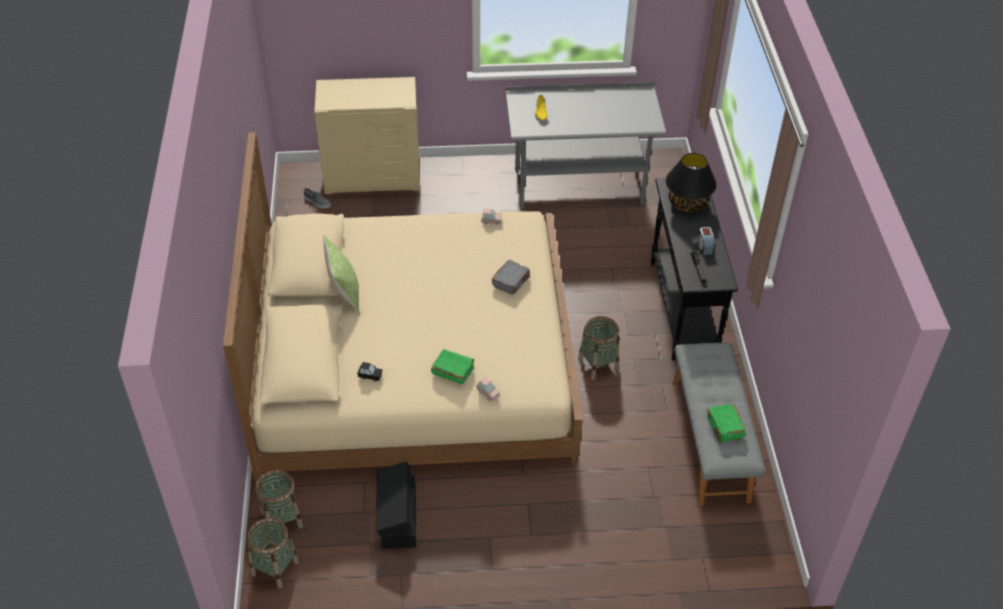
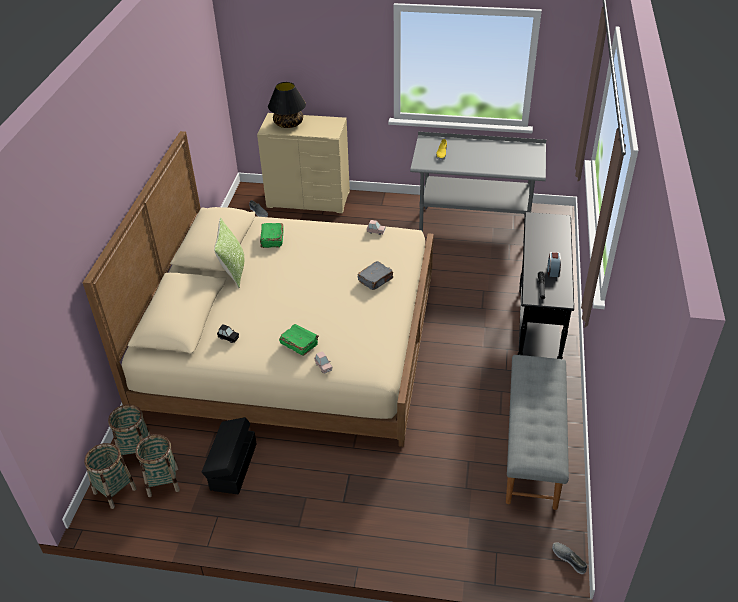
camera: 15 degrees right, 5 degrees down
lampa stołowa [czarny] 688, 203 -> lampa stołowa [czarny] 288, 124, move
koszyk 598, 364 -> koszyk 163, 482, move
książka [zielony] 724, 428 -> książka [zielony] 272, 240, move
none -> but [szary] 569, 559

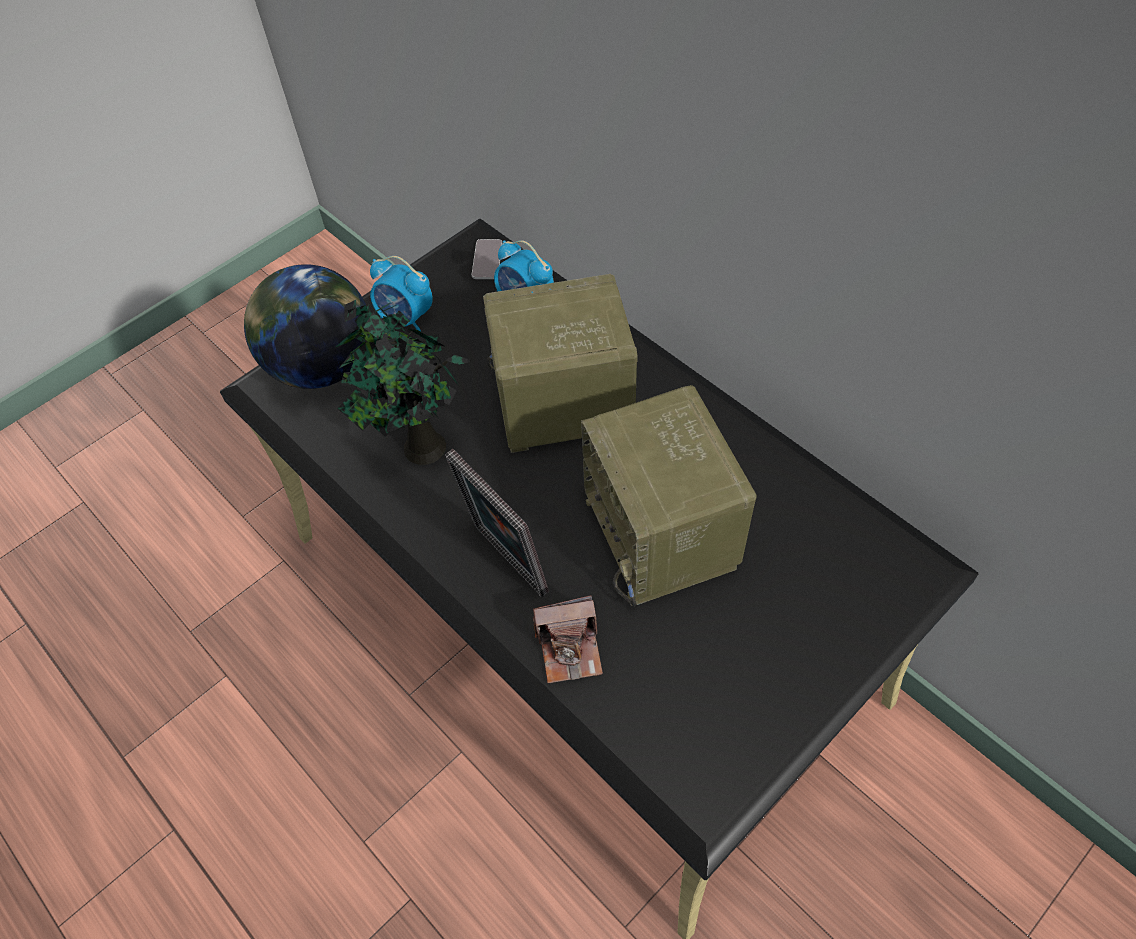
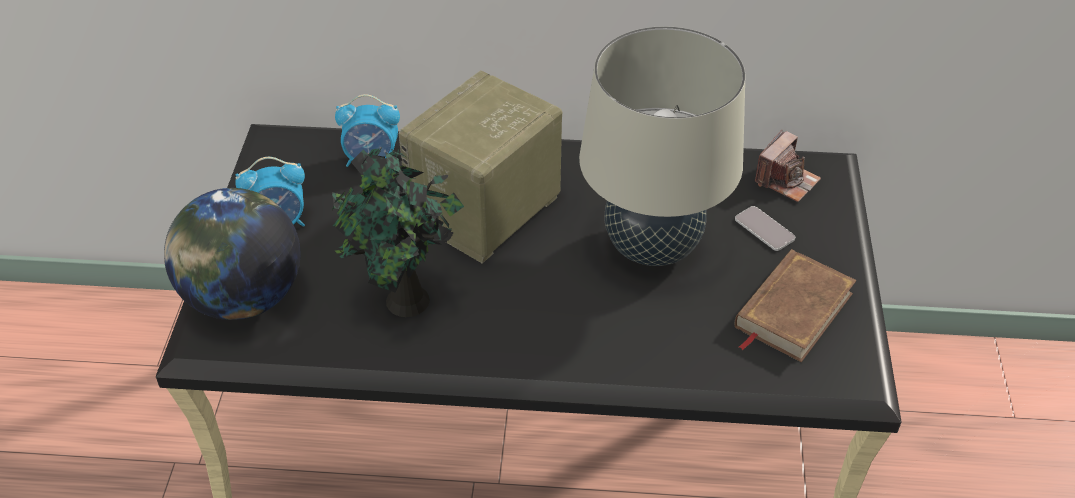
camera: 45 degrees left, 10 degrees down
telefon 487, 260 -> telefon 764, 229, move
radio 663, 534 -> lampa stołowa [beżowy] 652, 246
ramka na zdjęcie 506, 563 -> none
aparat fotograficzny 570, 649 -> aparat fotograficzny 786, 180, move
none -> książka [brązowy] 792, 310

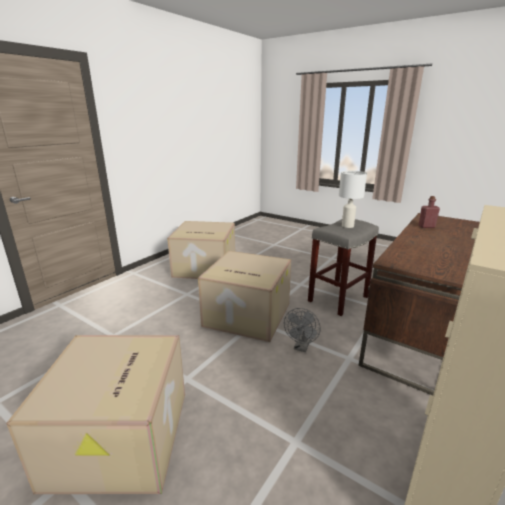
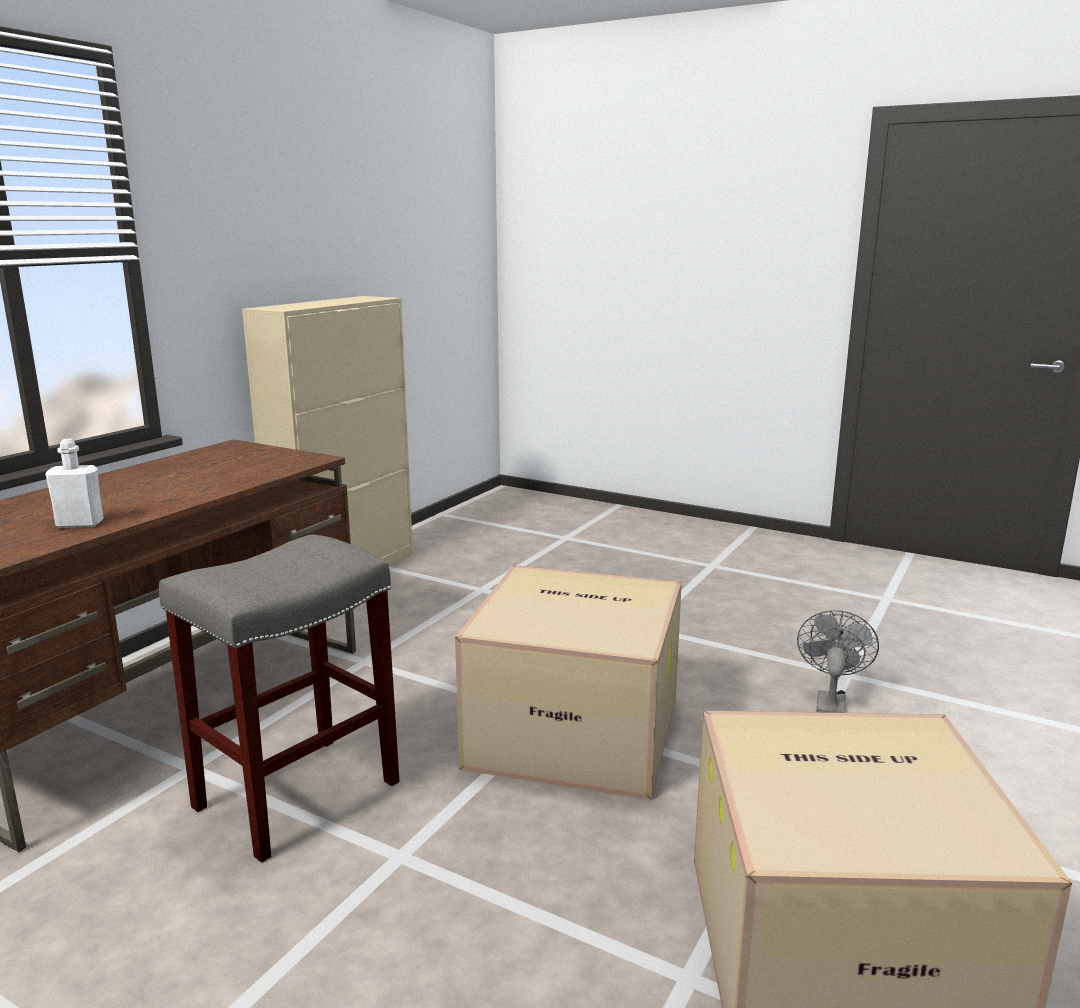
camera: 175 degrees right, 5 degrees down
lampa stołowa [biały] 347, 226 -> none
butelka [czerwony] 426, 226 -> butelka [biały] 80, 524
wentylator [szary] 301, 347 -> wentylator [szary] 830, 702, move
karton 121, 438 -> none

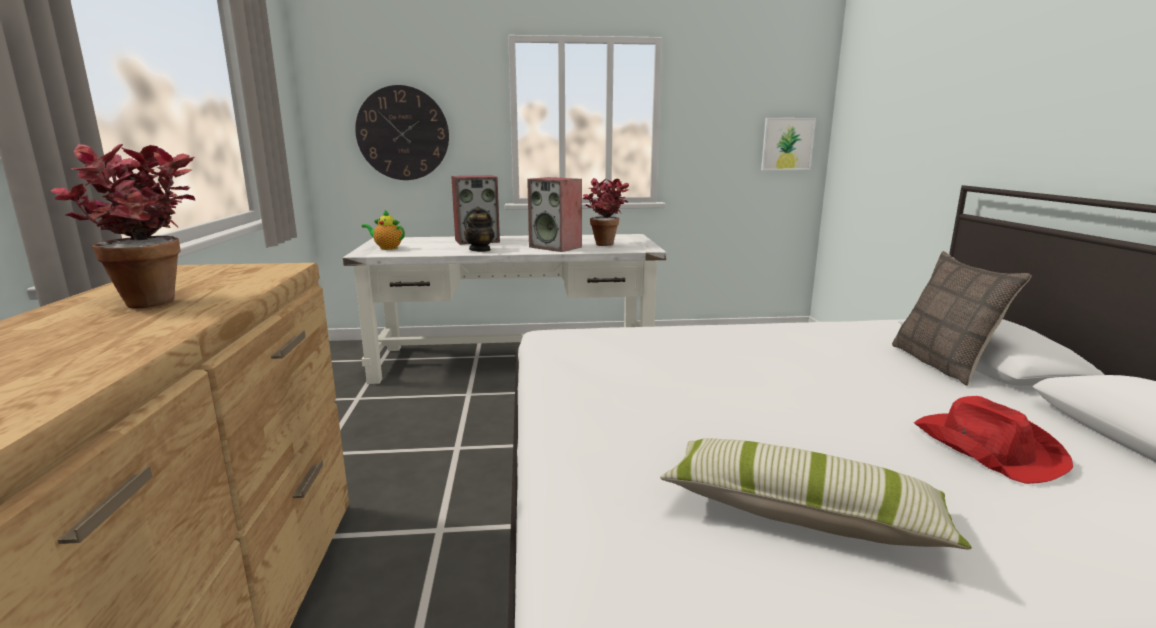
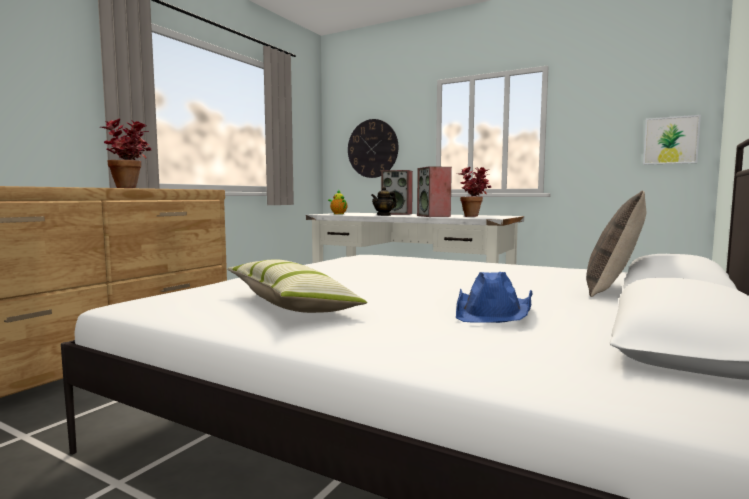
camera: 35 degrees right, 10 degrees down
kapelusz [czerwony] 985, 447 -> kapelusz [niebieski] 494, 312

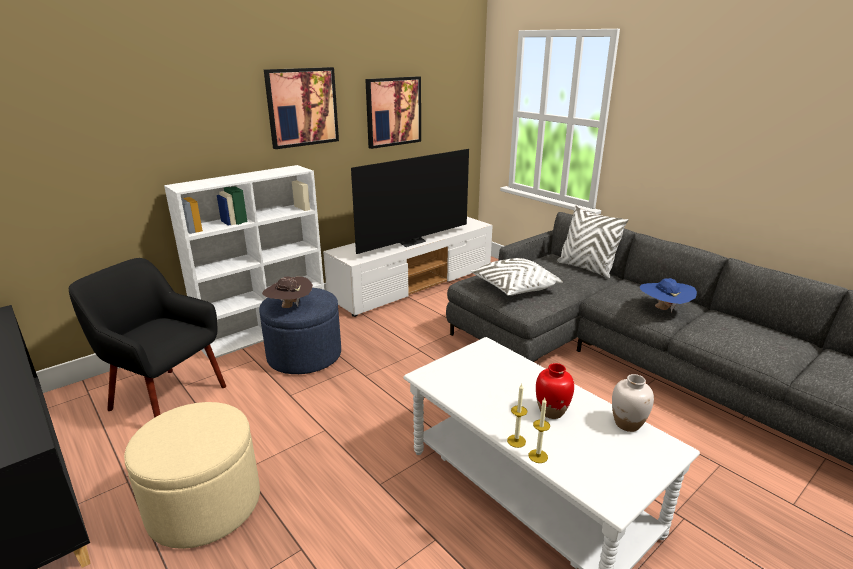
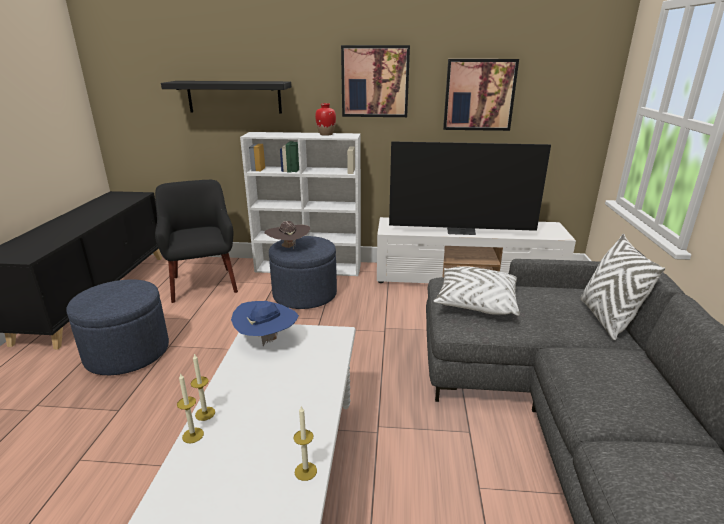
camera: 45 degrees right, 0 degrees up
kapelusz [niebieski] 663, 309 -> kapelusz [niebieski] 267, 340, move
wazon [czerwony] 551, 411 -> wazon [czerwony] 326, 134, move
wazon [biały] 627, 424 -> świeca 305, 471
pufa [beżowy] 204, 505 -> pufa [niebieski] 127, 352
none -> półka [czarny] 234, 97

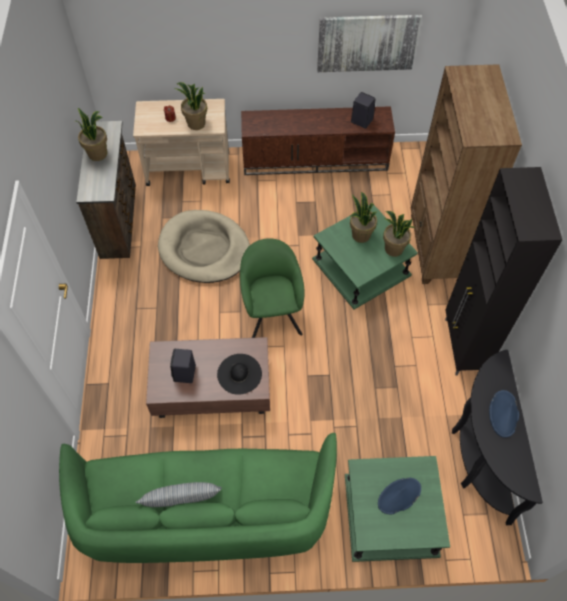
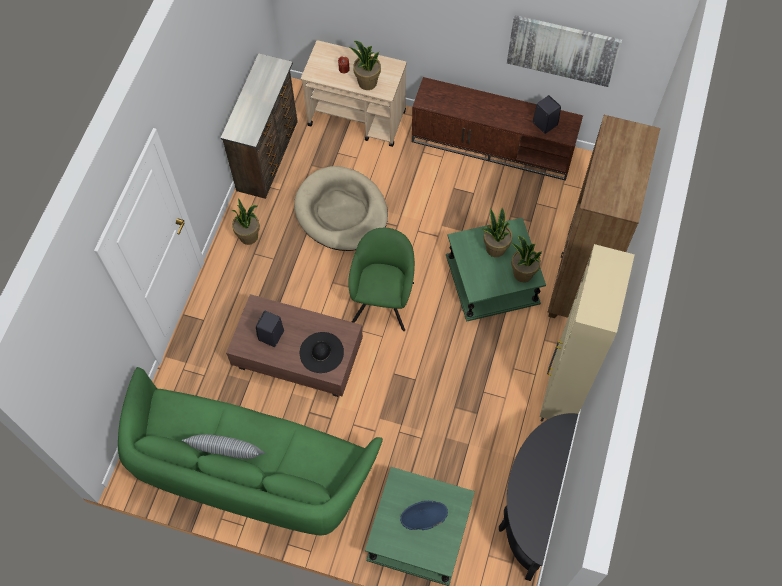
camera: 20 degrees right, 5 degrees up
roślina doniczkowa 98, 153 -> roślina doniczkowa 249, 236, move
szafka [czarny] 462, 347 -> szafka [beżowy] 561, 395
kapelusz [niebieski] 503, 414 -> none

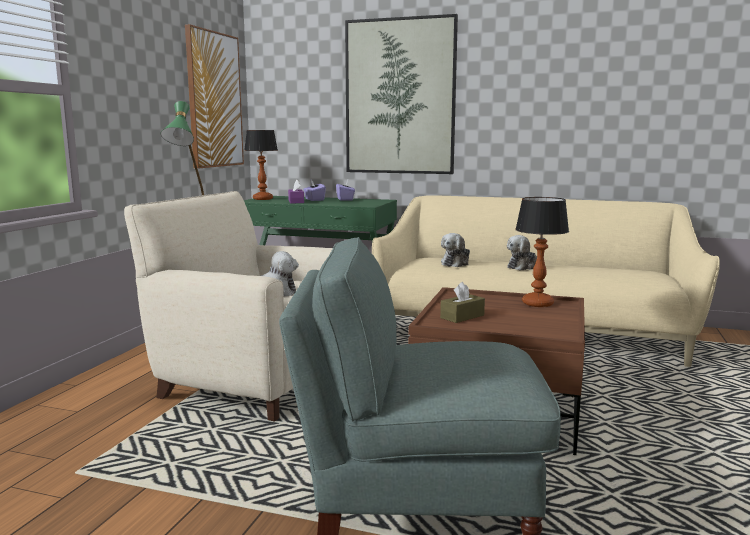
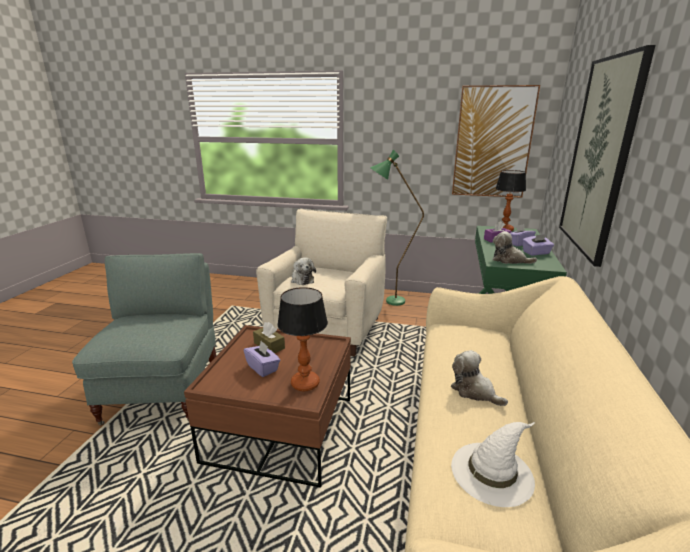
camera: 85 degrees right, 10 degrees up
pluszak 456, 263 -> pluszak 509, 260, move
none -> pudełko chusteczek [fioletowy] 263, 368
none -> kapelusz [biały] 492, 471

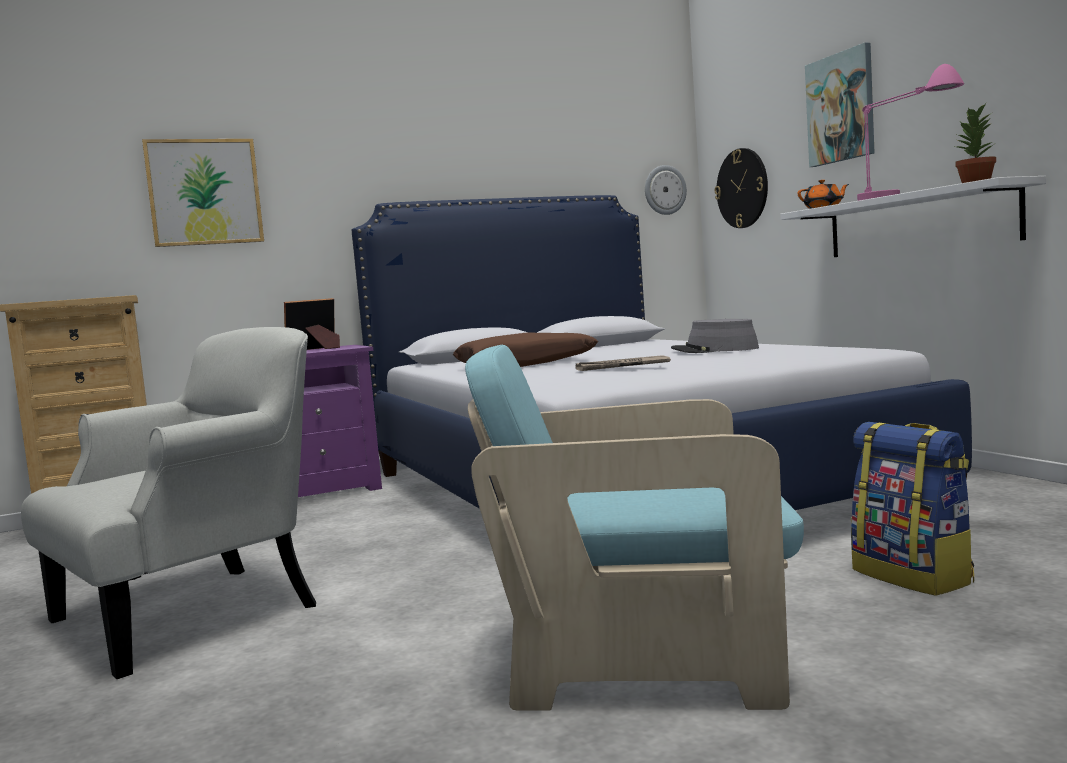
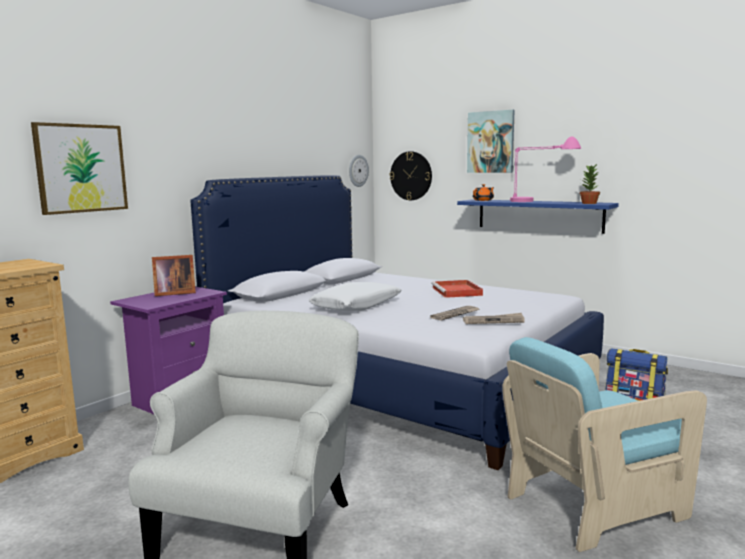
camera: 30 degrees left, 5 degrees up
półka [biały] 918, 223 -> półka [niebieski] 539, 215
ramka na zdjęcie 316, 349 -> ramka na zdjęcie 173, 293, 135 degrees counterclockwise
kapelusz [szary] 714, 350 -> taca [czerwony] 457, 291
poduszka [brązowy] 525, 364 -> poduszka [biały] 356, 306
none -> gazeta 493, 321

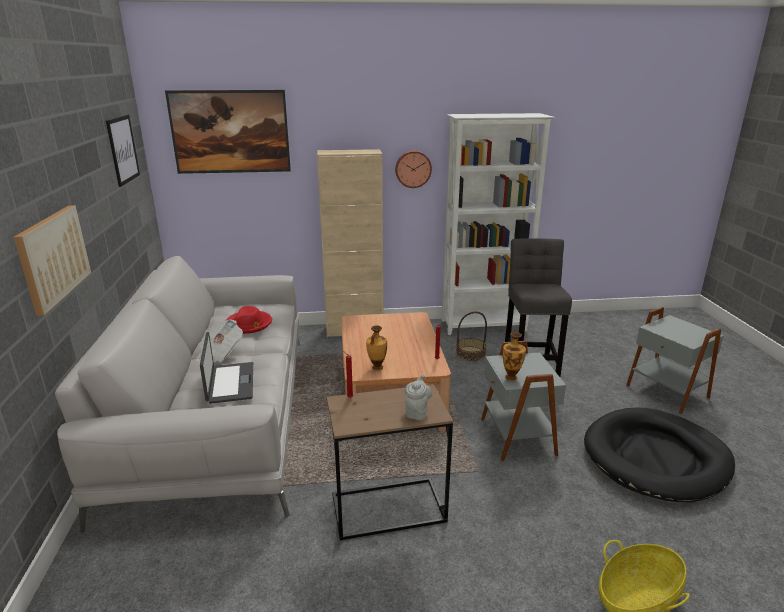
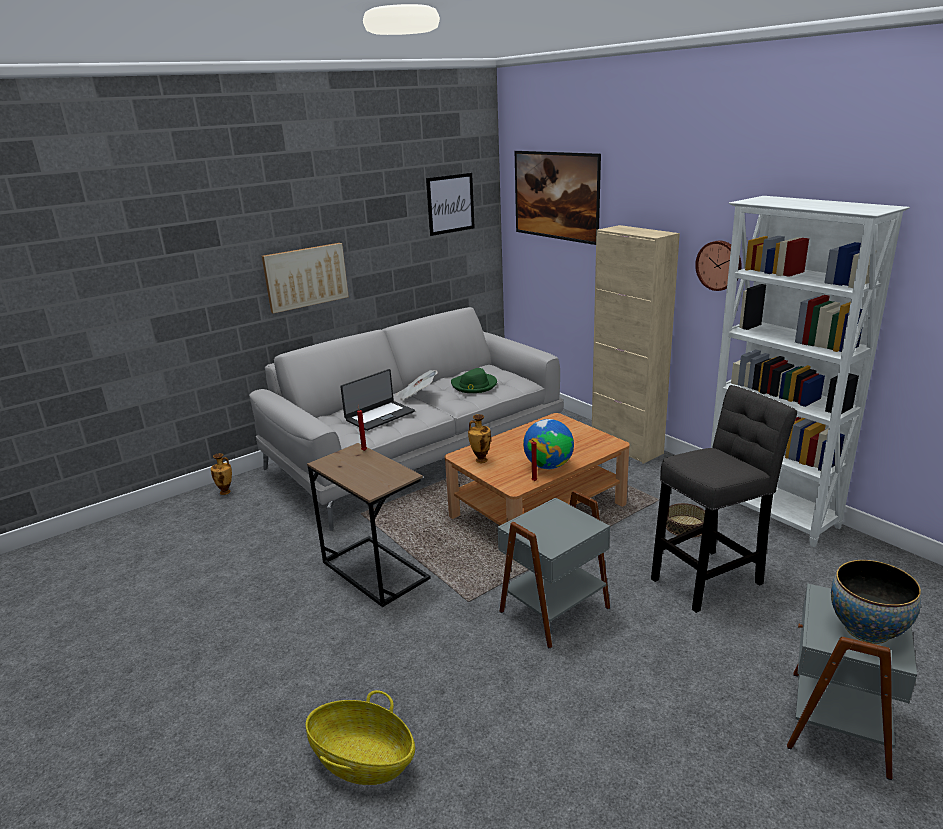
camera: 60 degrees right, 0 degrees up
kapelusz [czerwony] 248, 324 -> kapelusz [zielony] 474, 385
wazon 511, 377 -> wazon 226, 492, move
imbryk [szary] 417, 412 -> none
legowisko [czarny] 655, 458 -> none
none -> globus 548, 466
none -> miska 866, 629

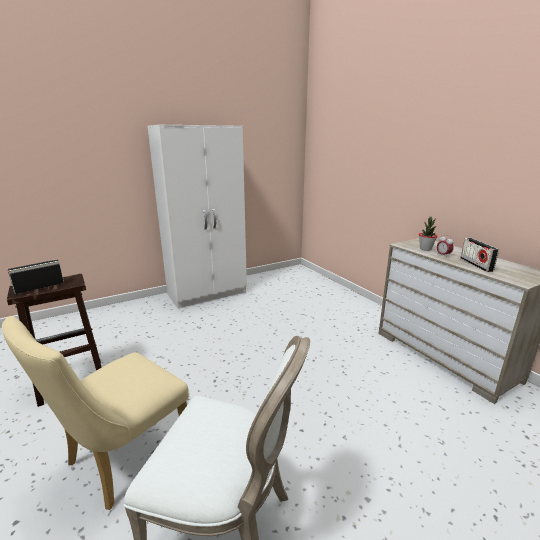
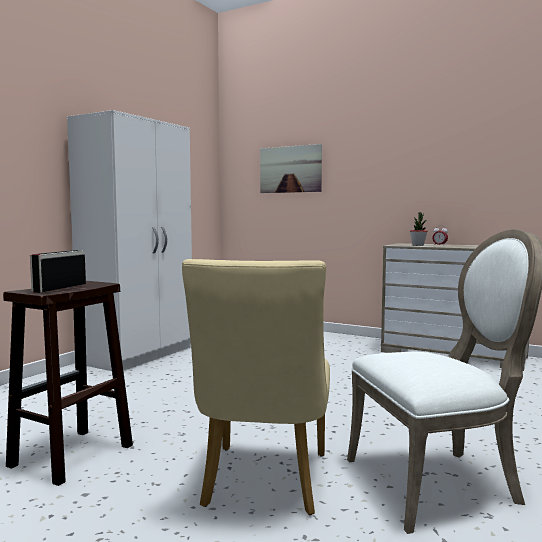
camera: 30 degrees left, 15 degrees down
radio 476, 264 -> none
none -> obraz 290, 169

